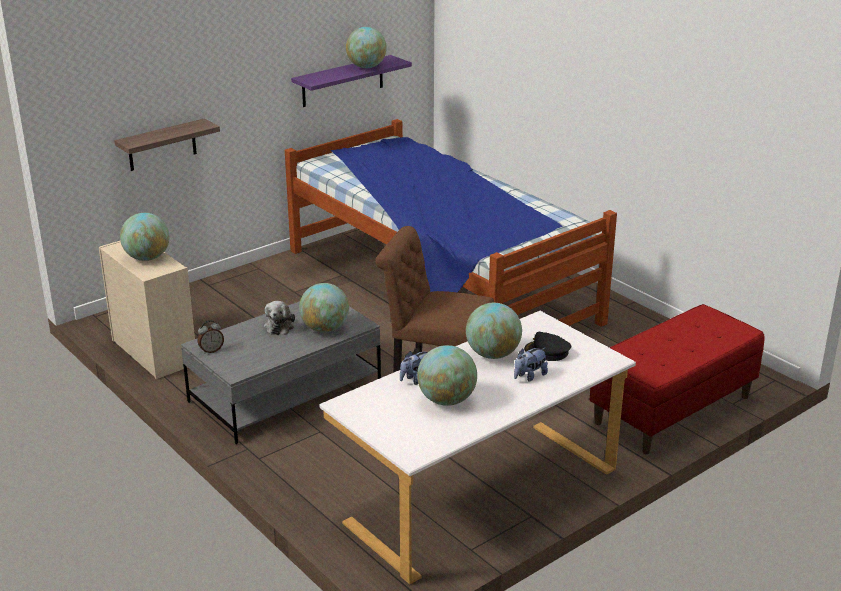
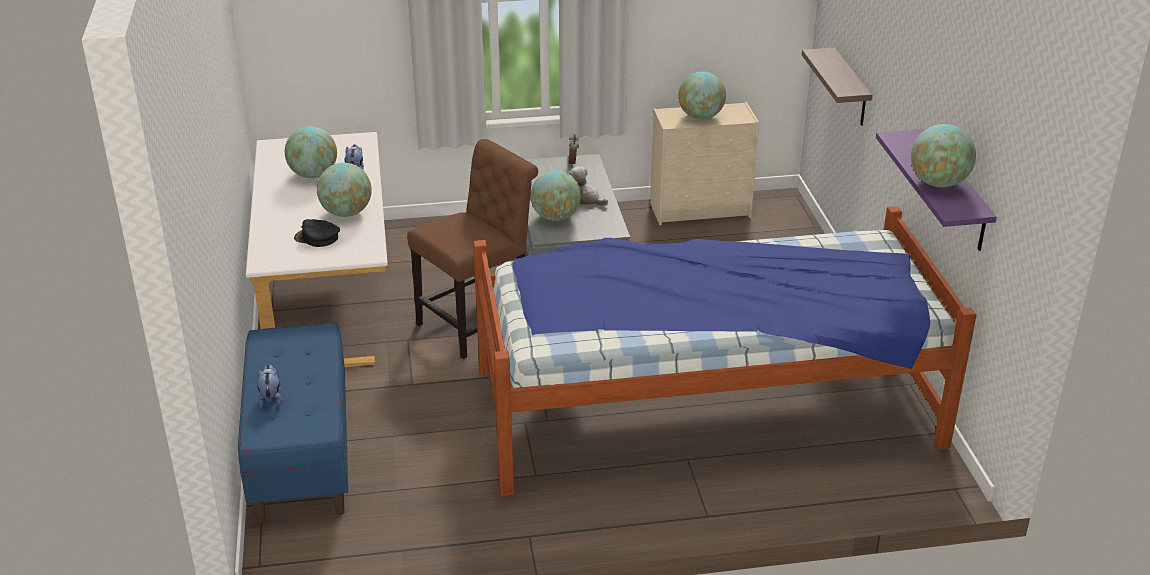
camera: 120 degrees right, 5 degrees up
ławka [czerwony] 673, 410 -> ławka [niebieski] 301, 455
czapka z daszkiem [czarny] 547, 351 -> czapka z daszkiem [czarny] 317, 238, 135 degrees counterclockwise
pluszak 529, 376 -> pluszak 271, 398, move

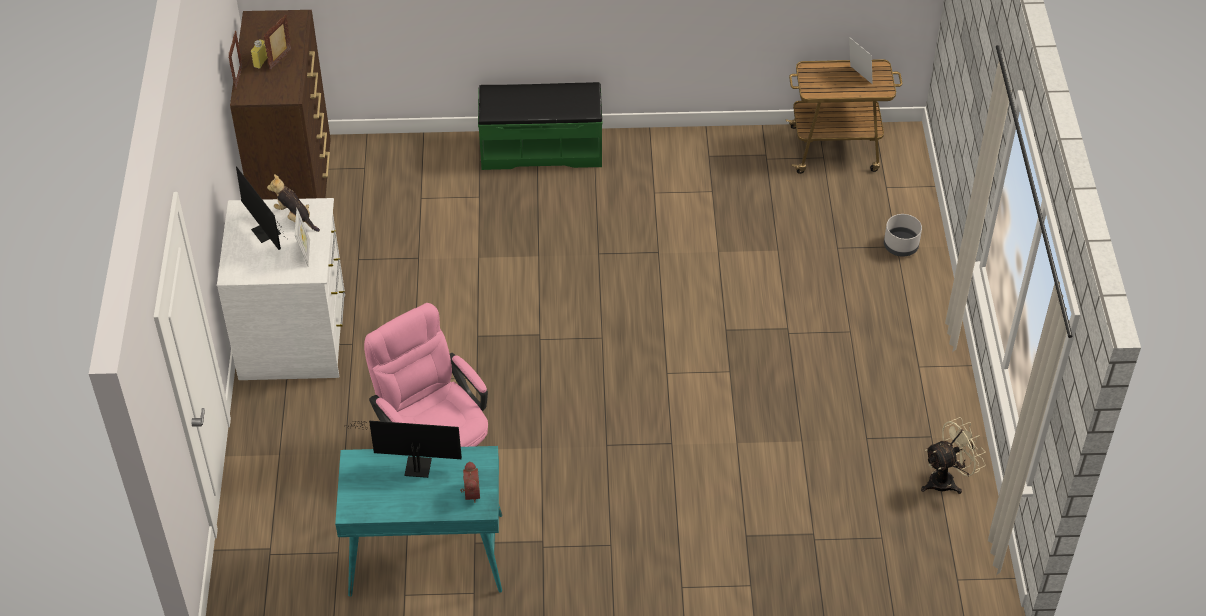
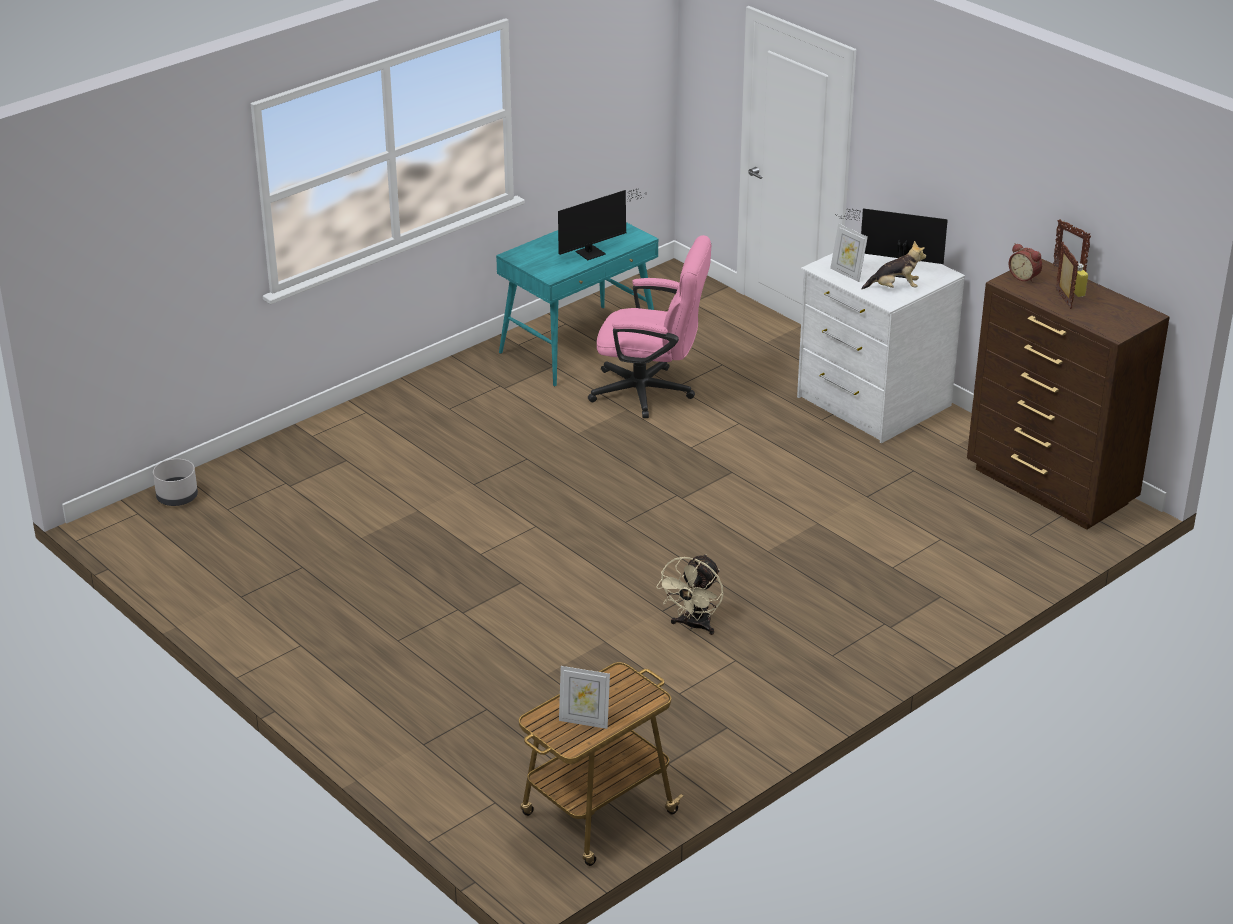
camera: 140 degrees right, 15 degrees down
ławka [zielony] 541, 149 -> none
donica [szary] 900, 246 -> donica [szary] 177, 497, move
wentylator [beżowy] 947, 480 -> wentylator [beżowy] 693, 626, move
budzik 470, 493 -> budzik 1024, 277, move

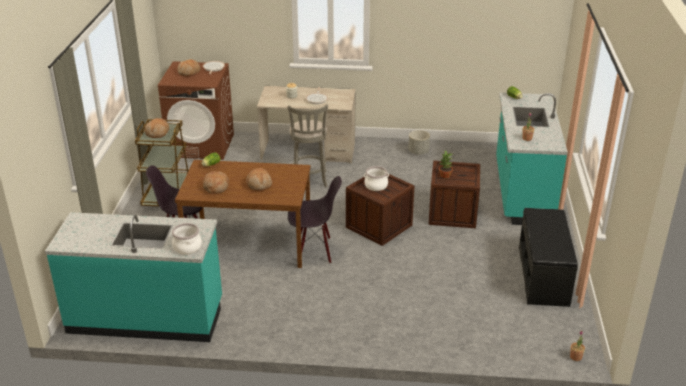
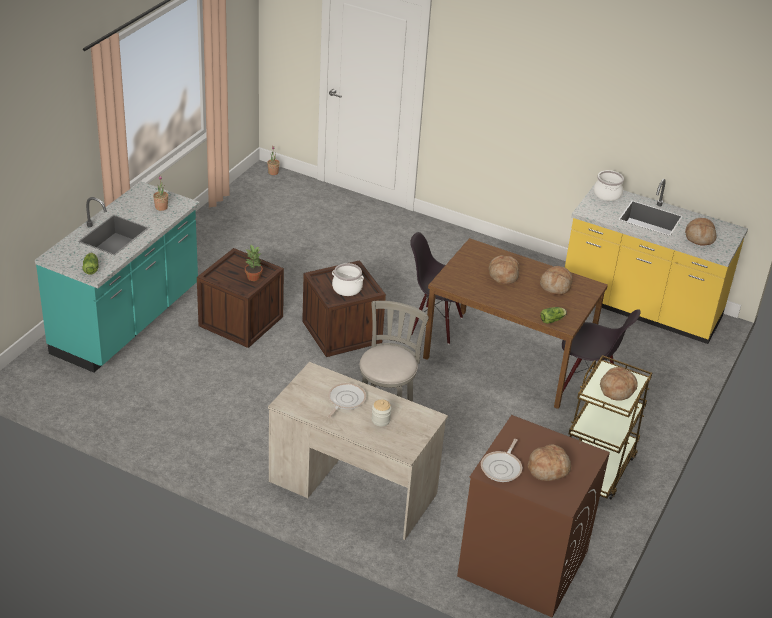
camera: 160 degrees left, 5 degrees up
donica [szary] 418, 152 -> none
ławka [czarny] 544, 276 -> none
zabudowa kuchenna [turkusowy] 146, 316 -> zabudowa kuchenna [żółty] 640, 309
none -> chleb 699, 237

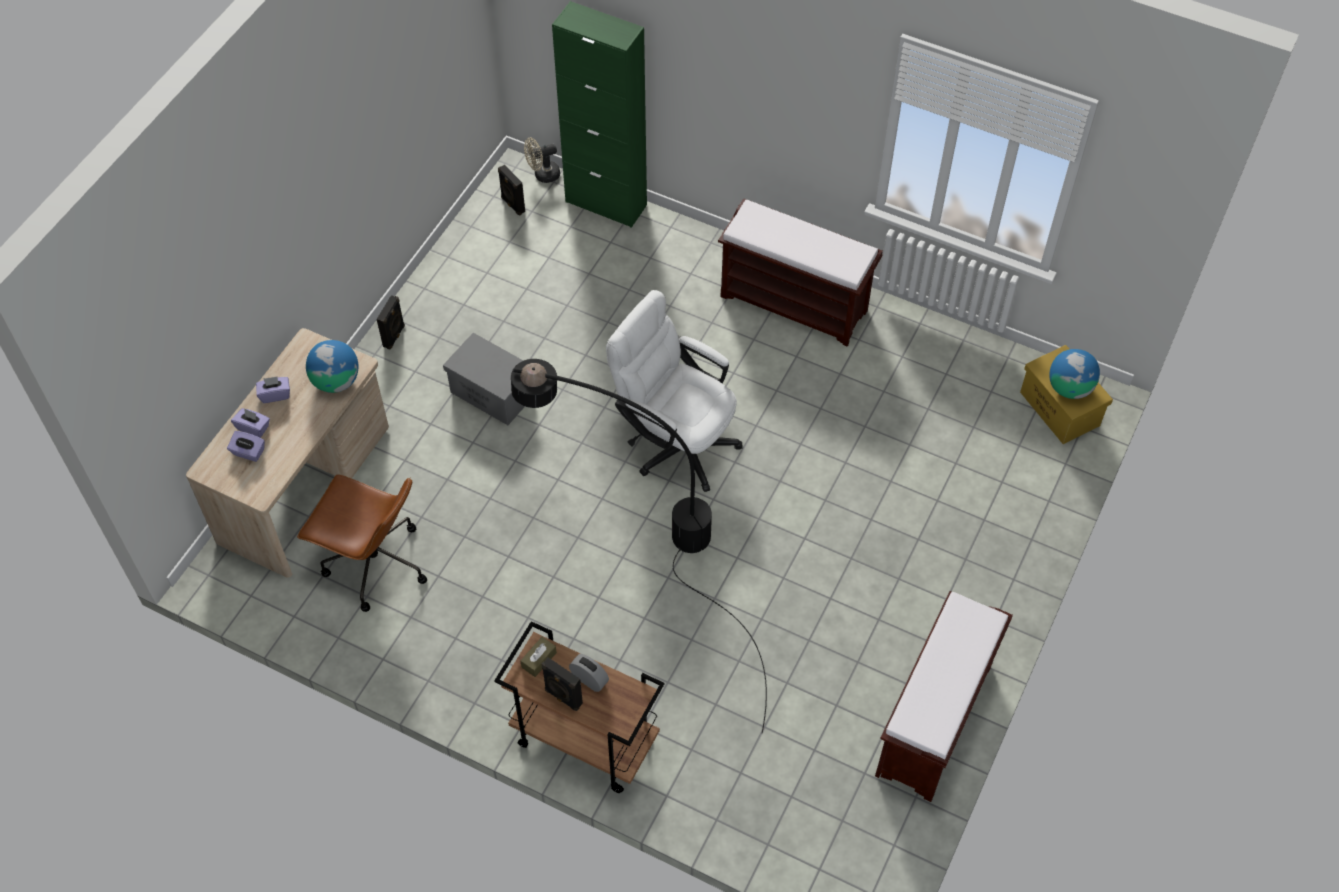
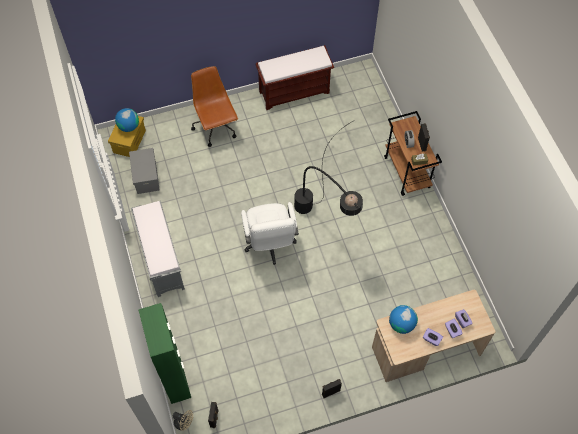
camera: 135 degrees left, 5 degrees up
ławka [brązowy] 795, 303 -> ławka [szary] 161, 260
pojemnik do przechowywania [szary] 493, 393 -> pojemnik do przechowywania [szary] 146, 177, move
krzesło biurowe [brązowy] 374, 564 -> krzesło biurowe [brązowy] 216, 128, move

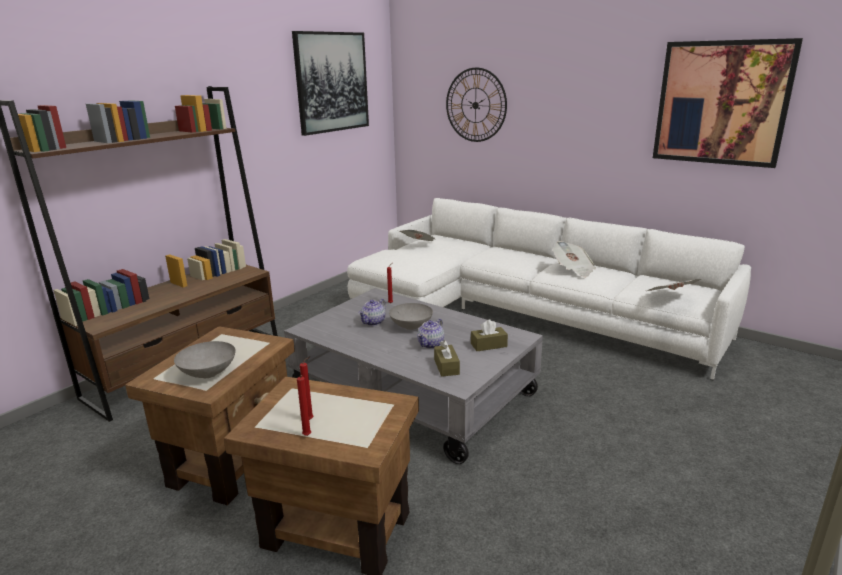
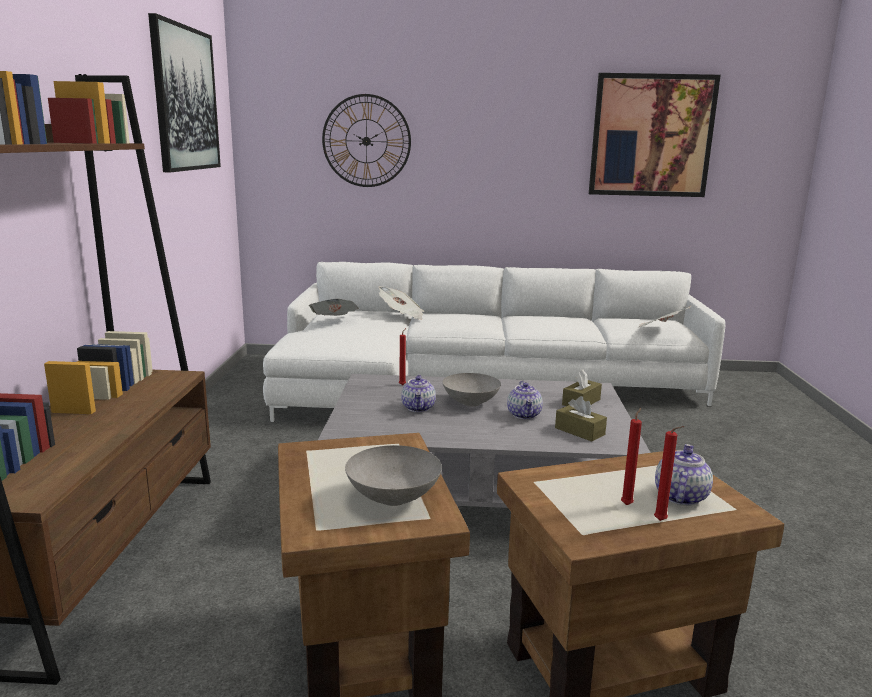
camera: 35 degrees left, 5 degrees down
gazeta 573, 270 -> gazeta 402, 315, move
none -> imbryk 680, 496

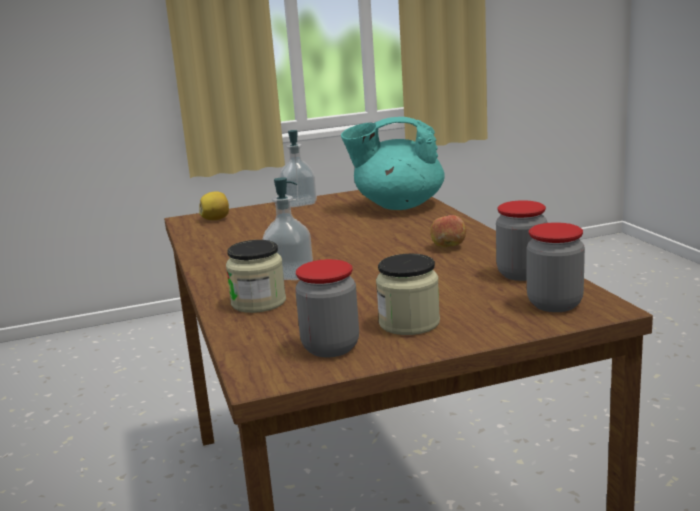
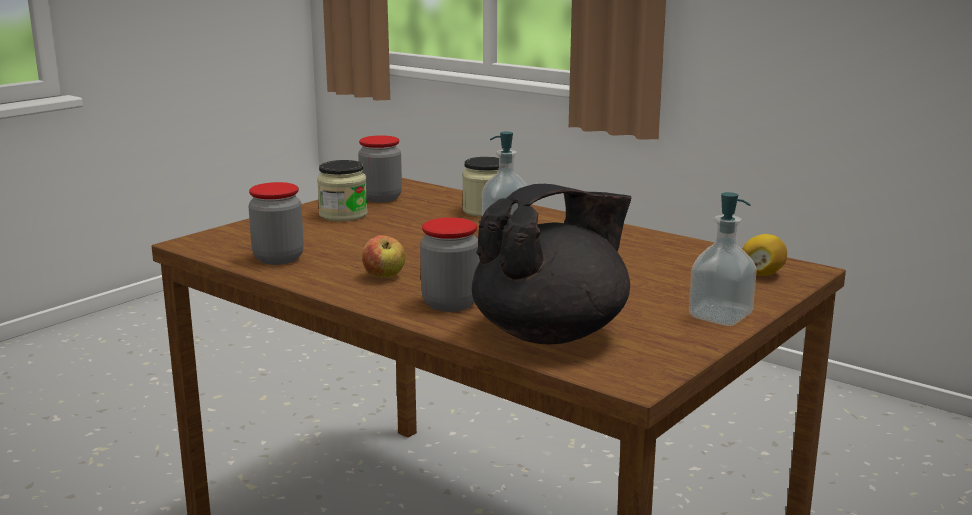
camera: 145 degrees right, 0 degrees up
imbryk [turkusowy] 398, 205 -> imbryk [czarny] 552, 333
słoik 554, 304 -> słoik 450, 304, move

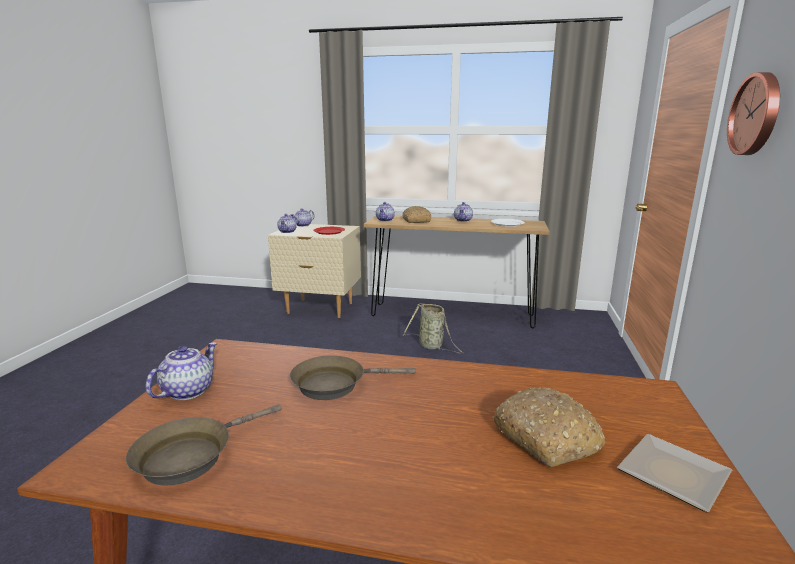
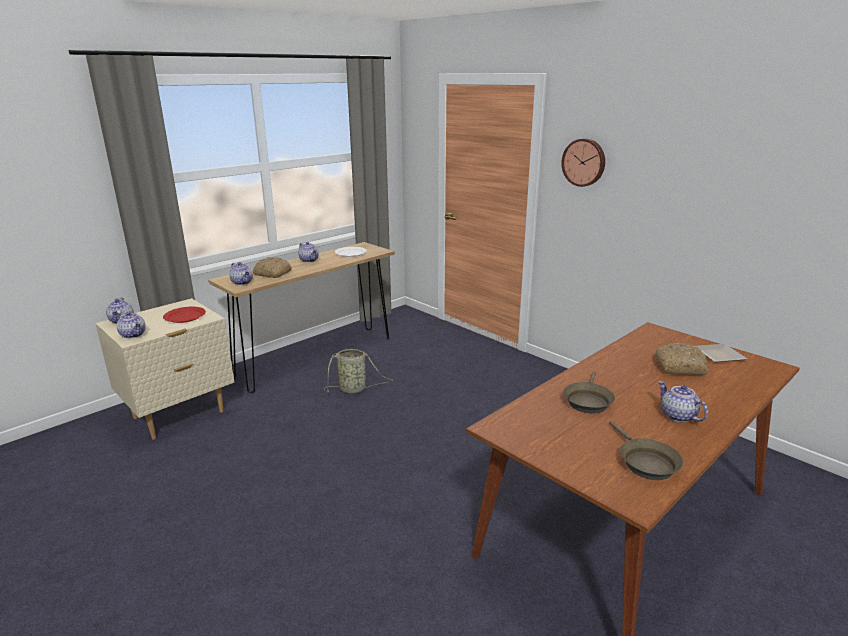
camera: 55 degrees left, 5 degrees up
imbryk 187, 391 -> imbryk 677, 416, move

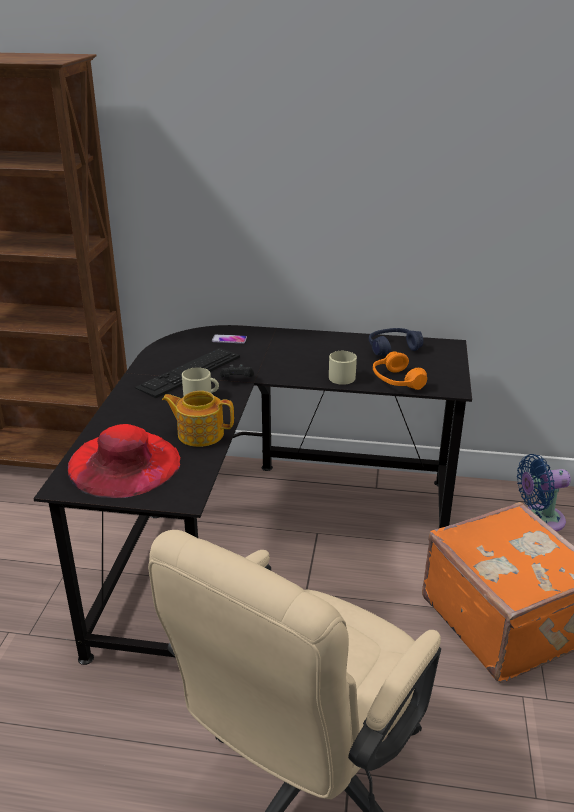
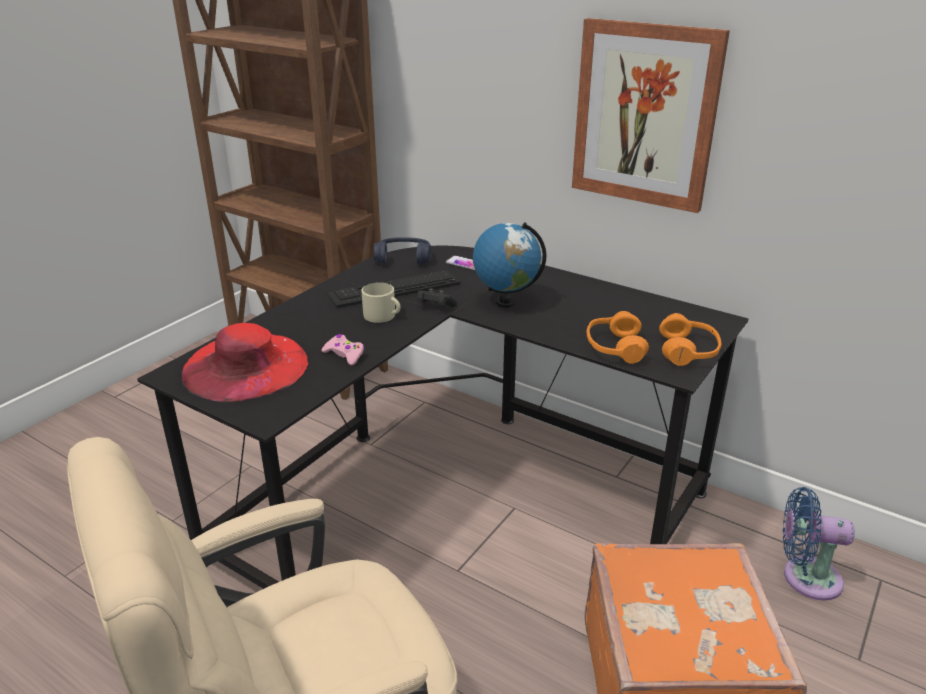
camera: 25 degrees right, 0 degrees up
słuchawki [niebieski] 393, 348 -> słuchawki [niebieski] 403, 259, move
kubek [beżowy] 344, 376 -> none
imbryk 200, 434 -> pad do gier [różowy] 344, 354
none -> obraz 645, 115
none -> globus 505, 302
none -> słuchawki [pomarańczowy] 688, 351

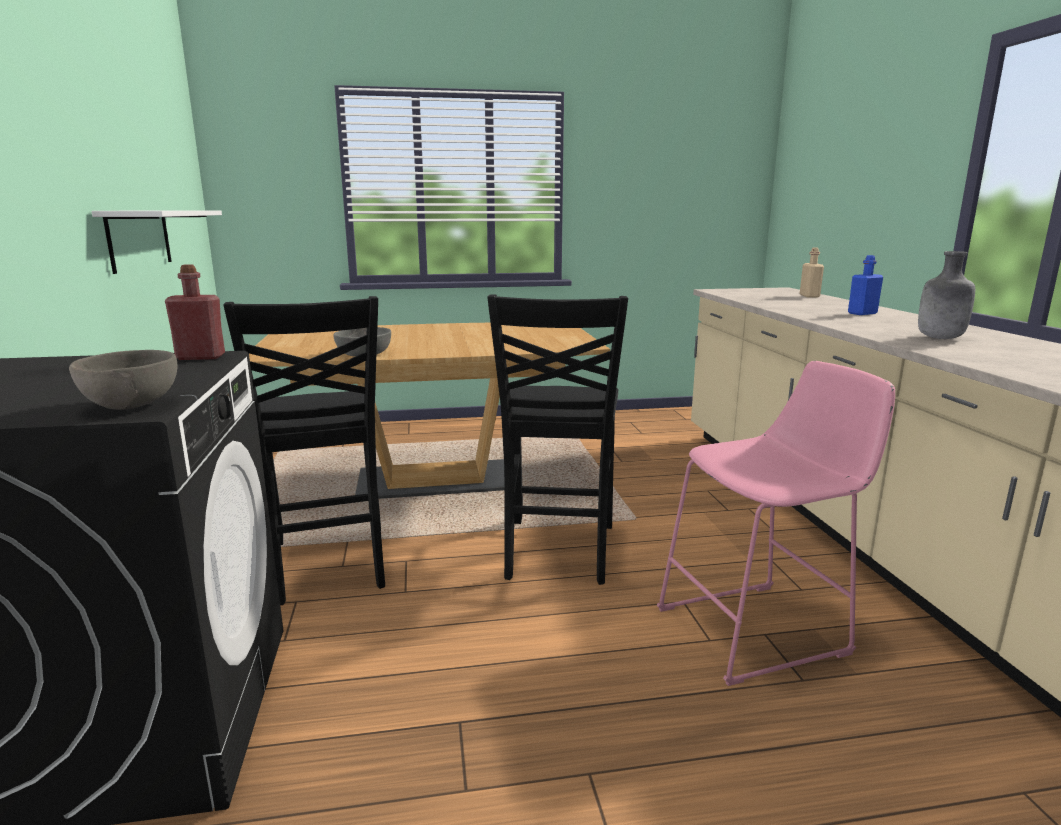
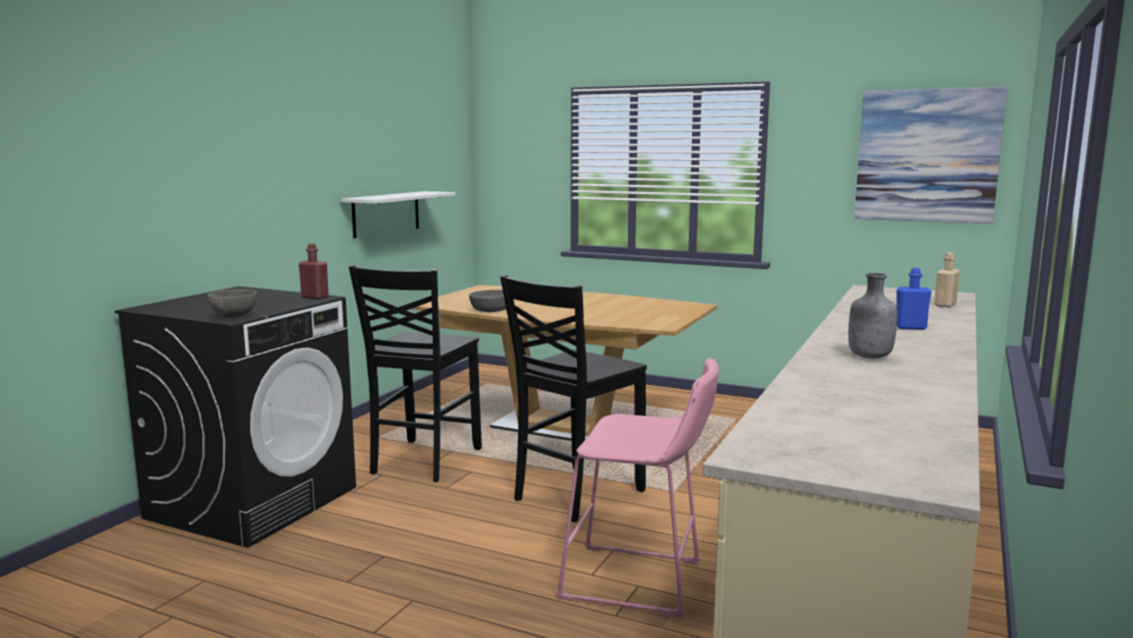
camera: 35 degrees right, 5 degrees down
none -> obraz 927, 156

